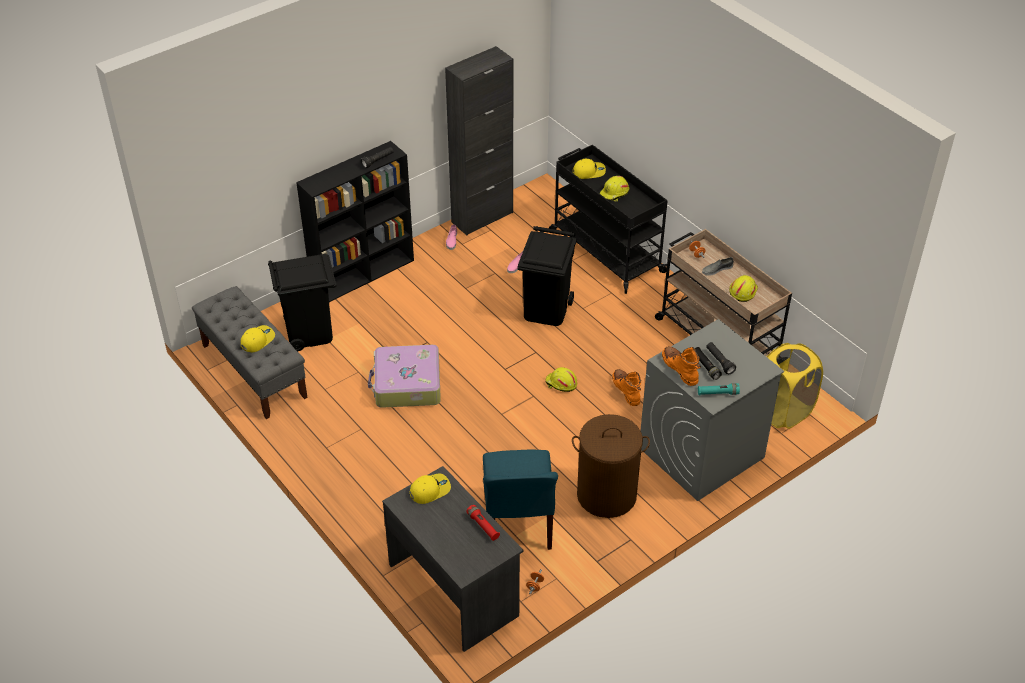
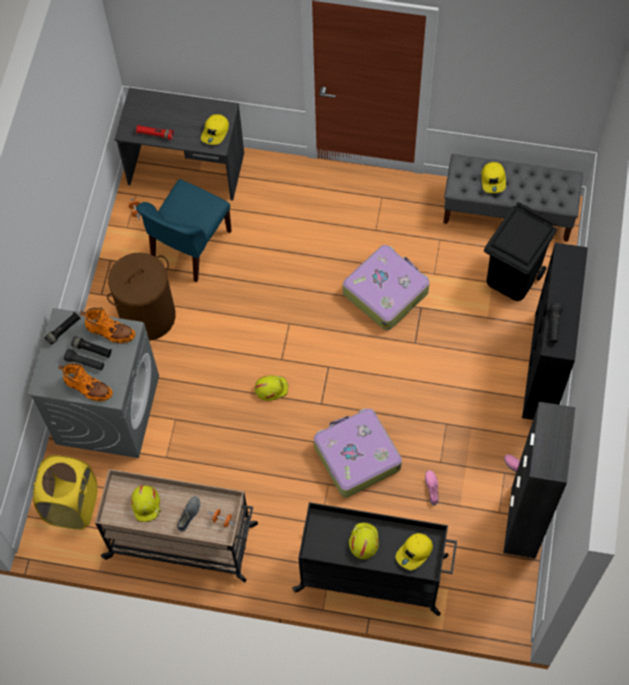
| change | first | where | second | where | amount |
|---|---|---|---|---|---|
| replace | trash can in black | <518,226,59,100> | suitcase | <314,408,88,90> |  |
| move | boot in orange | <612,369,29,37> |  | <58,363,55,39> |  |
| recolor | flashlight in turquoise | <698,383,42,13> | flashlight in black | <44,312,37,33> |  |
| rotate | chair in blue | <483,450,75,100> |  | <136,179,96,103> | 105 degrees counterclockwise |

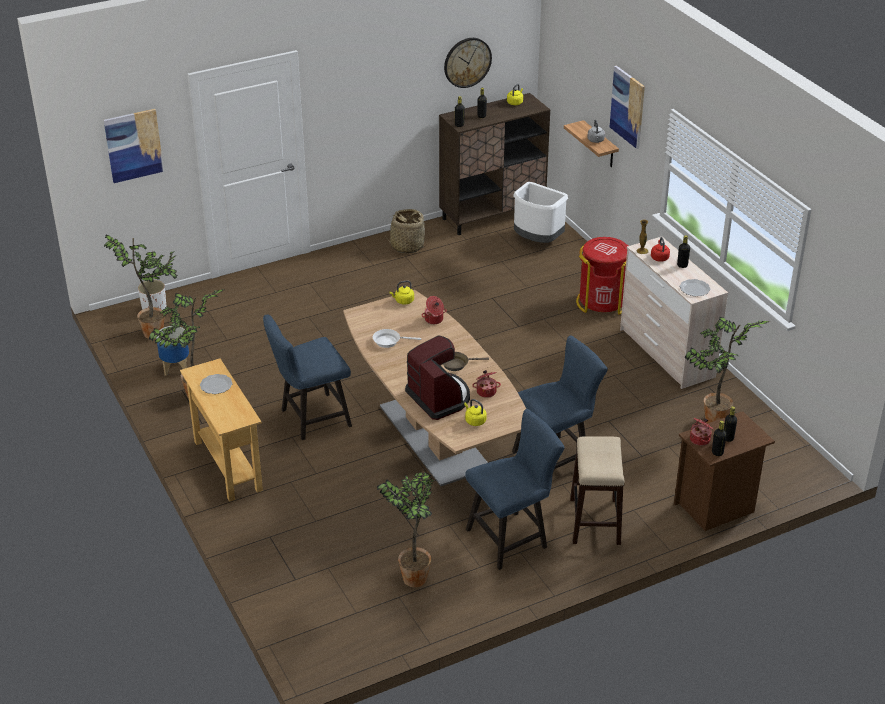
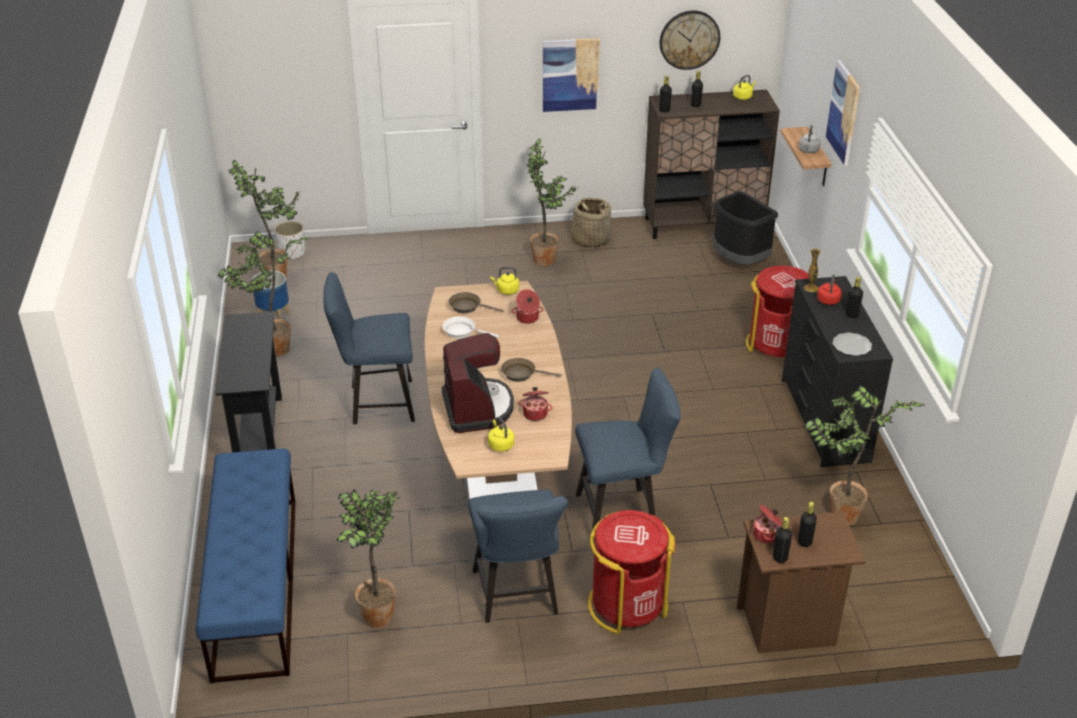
| change | first | where | second | where | amount |
|---|---|---|---|---|---|
| move | picture | <104,109,60,74> |  | <543,38,57,74> |  |
| recolor | trash can in white | <513,182,55,61> | trash can in black | <713,191,65,74> |  |
| recolor | dresser in beige | <620,237,108,152> | dresser in black | <782,276,111,191> |  |
| recolor | console table in beige | <180,358,83,144> | console table in black | <216,311,66,142> |  |
| delete | plate | <200,374,33,20> |  |  |  |
| rotate | chair in blue | <465,409,100,161> |  | <469,490,99,133> | 90 degrees clockwise |
| replace | stool | <570,436,55,109> | trash can in red | <588,510,88,124> |  |
| insert |  |  | potted plant | <526,138,54,128> |  |
| insert |  |  | frying pan in brown | <449,292,55,21> |  |
| insert |  |  | bench in blue | <196,449,100,234> |  |

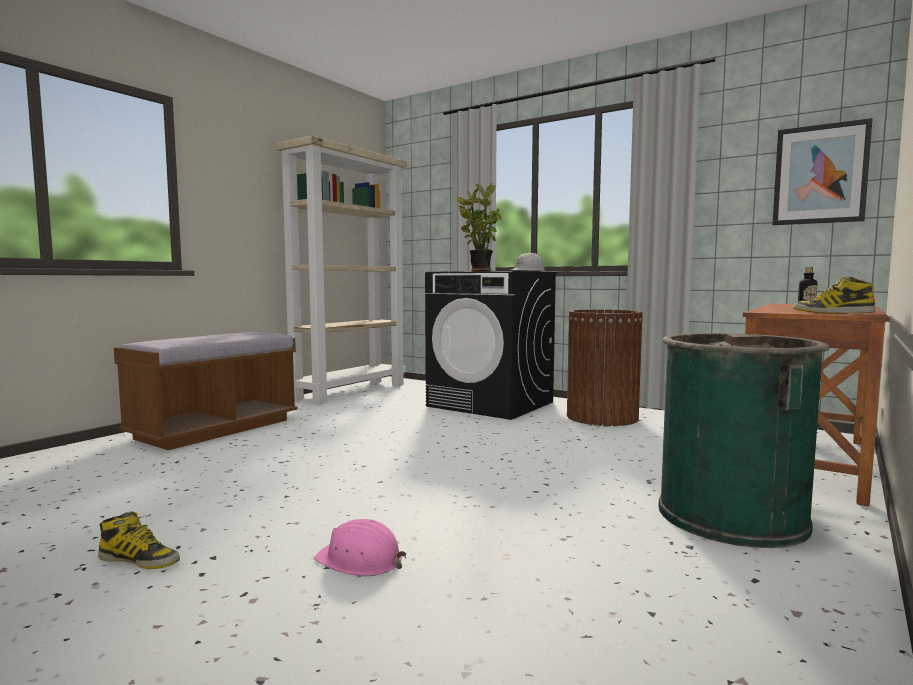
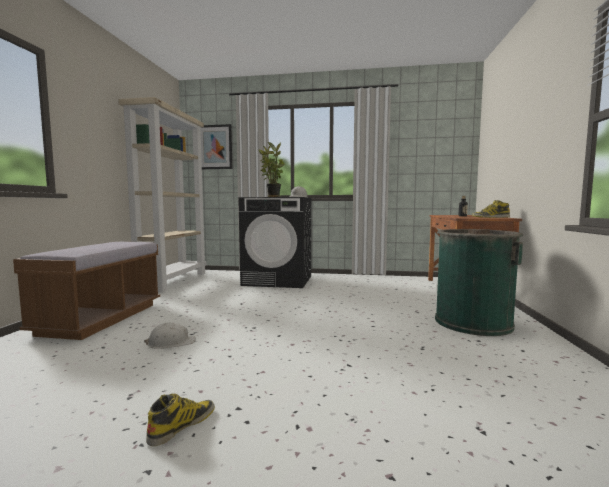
| change | first | where | second | where | amount |
|---|---|---|---|---|---|
| move | picture | <772,118,101,107> |  | <201,124,31,45> |  |
| delete | trash can in brown | <567,309,76,117> |  |  |  |
| rotate | boot | <98,511,82,58> |  | <146,394,69,52> | 45 degrees counterclockwise |
| delete | hard hat in pink | <314,519,92,57> |  |  |  |
| insert |  |  | hard hat in white | <144,322,52,27> |  |

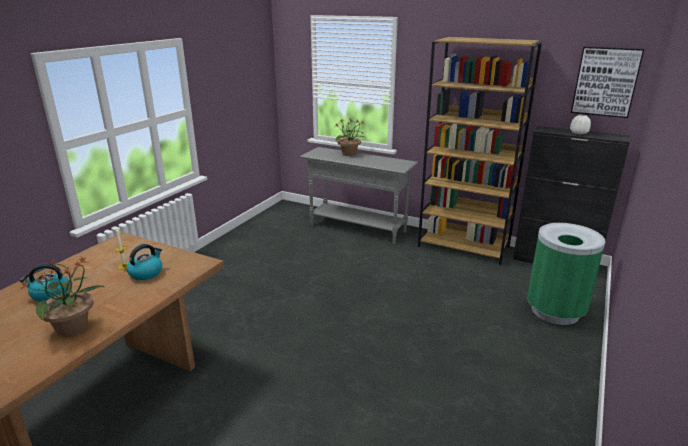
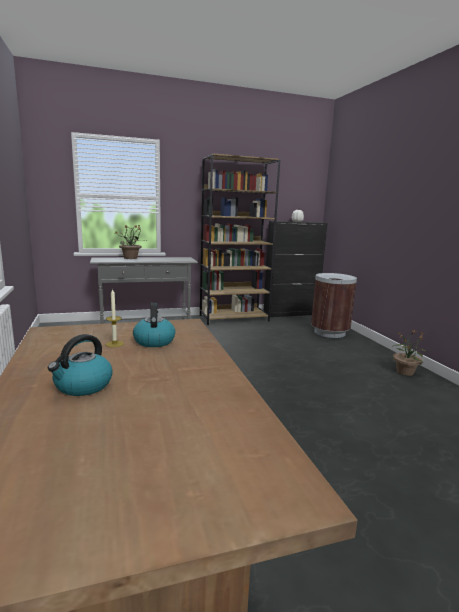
| change | first | where | second | where | amount |
|---|---|---|---|---|---|
| delete | picture | <571,47,73,71> |  |  |  |
| recolor | trash can in green | <527,223,78,102> | trash can in brown | <311,273,46,65> |  |
| move | potted plant | <20,256,84,80> |  | <392,330,33,46> |  |

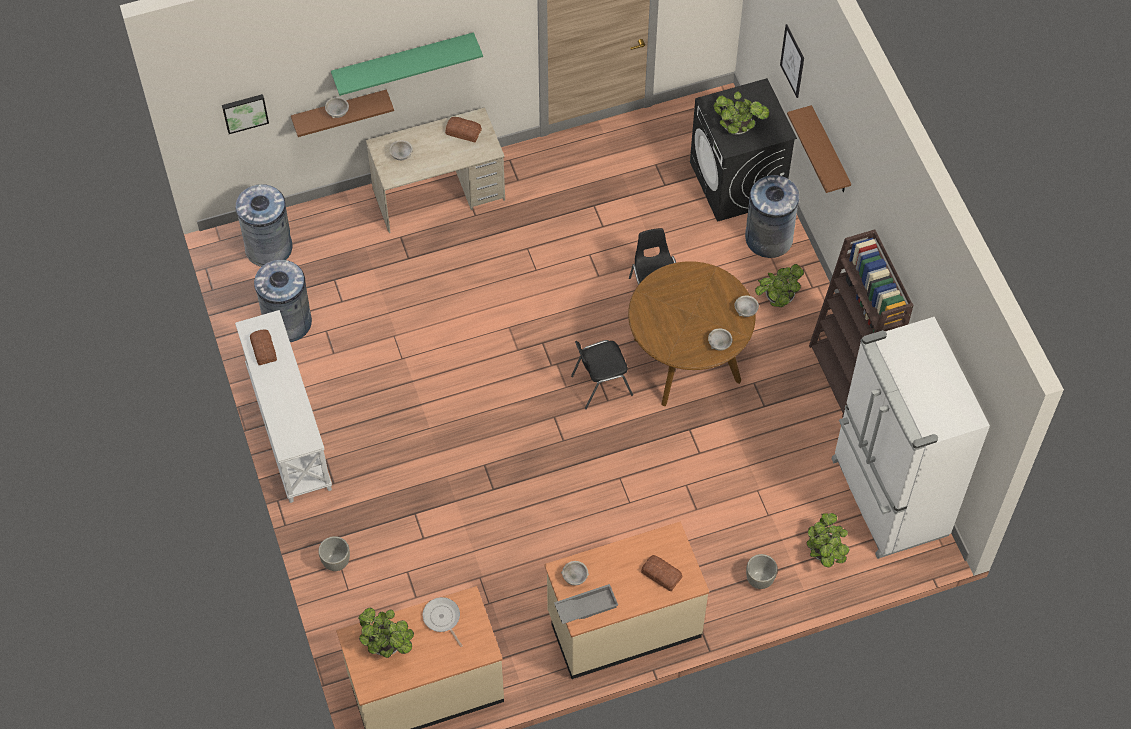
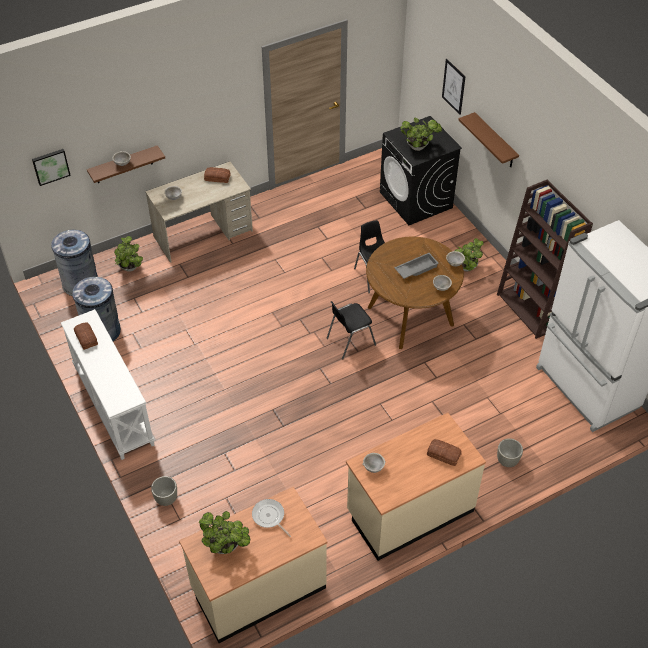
| change | first | where | second | where | amount |
|---|---|---|---|---|---|
| delete | shelf in green | <331,32,152,64> |  |  |  |
| delete | trash can in grey | <745,175,54,83> |  |  |  |
| move | potted plant | <807,513,43,54> |  | <114,236,29,36> |  |
| move | tray in grey | <554,584,64,40> |  | <394,253,45,26> |  |

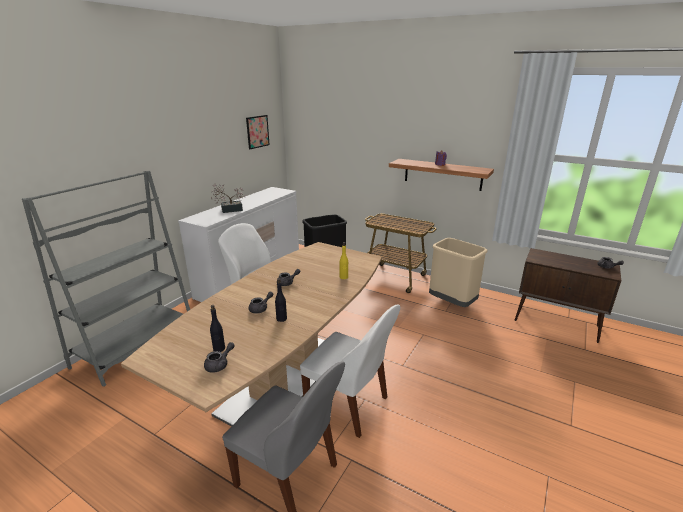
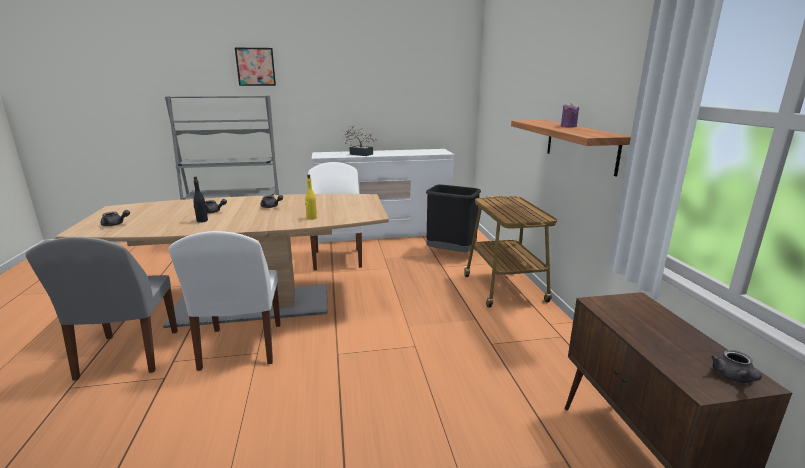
| change | first | where | second | where | amount |
|---|---|---|---|---|---|
| move | picture | <246,115,24,34> |  | <235,48,41,38> |  |
| delete | trash can in beige | <429,238,58,69> |  |  |  |
| delete | bottle in black | <210,305,15,47> |  |  |  |

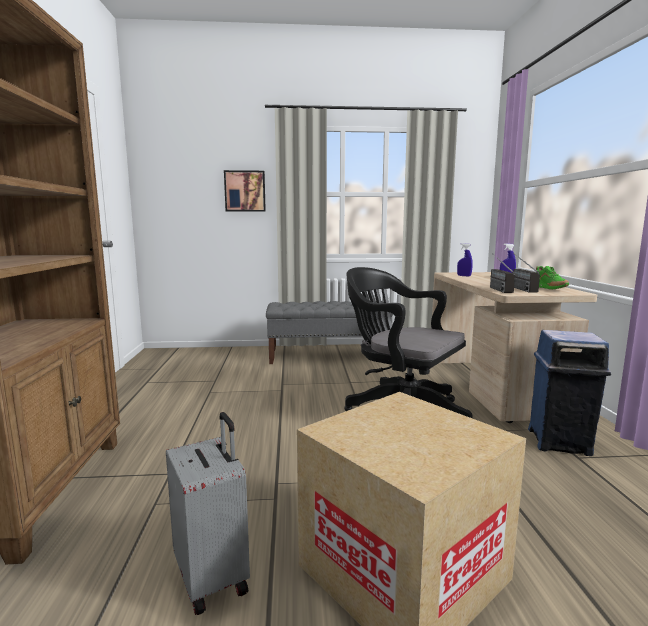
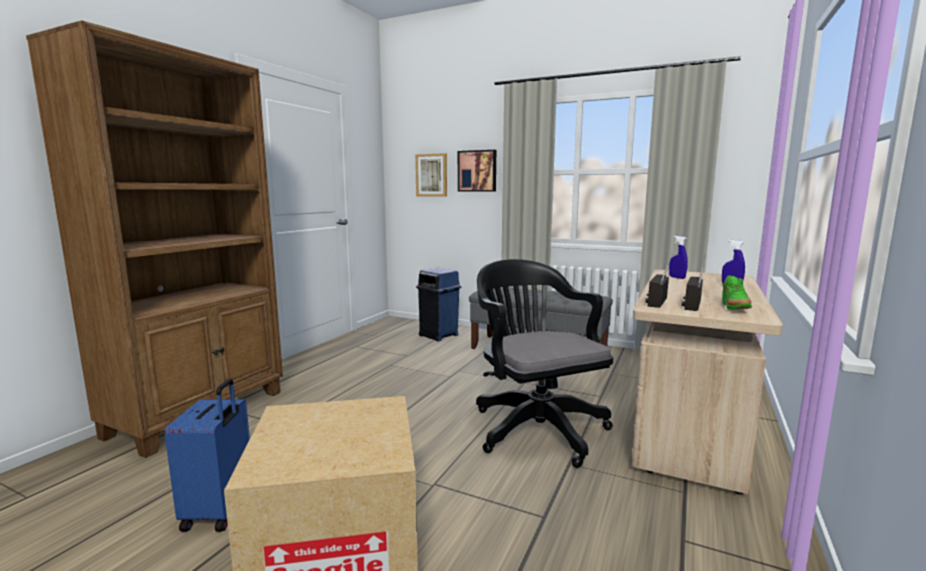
| change | first | where | second | where | amount |
|---|---|---|---|---|---|
| move | trash can in blue | <528,330,83,126> |  | <416,268,45,73> |  |
| recolor | suitcase in grey | <166,412,84,203> | suitcase in blue | <164,378,86,154> |  |
| insert |  |  | picture | <415,153,32,44> |  |

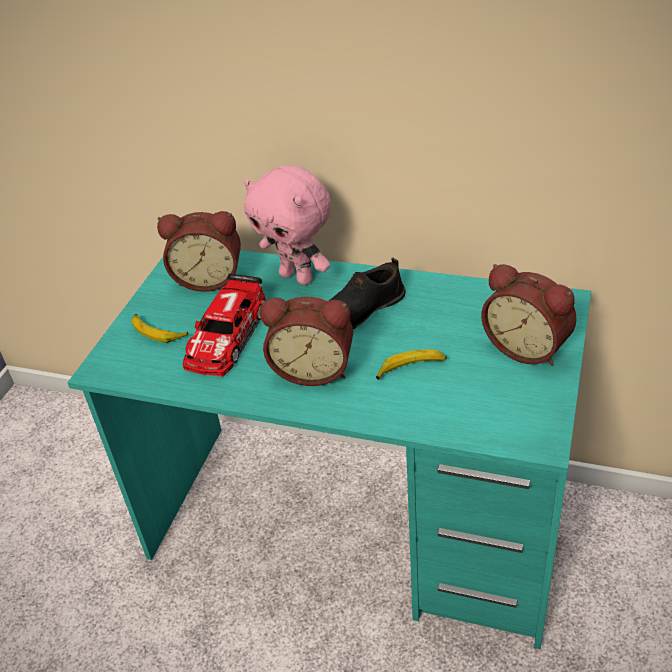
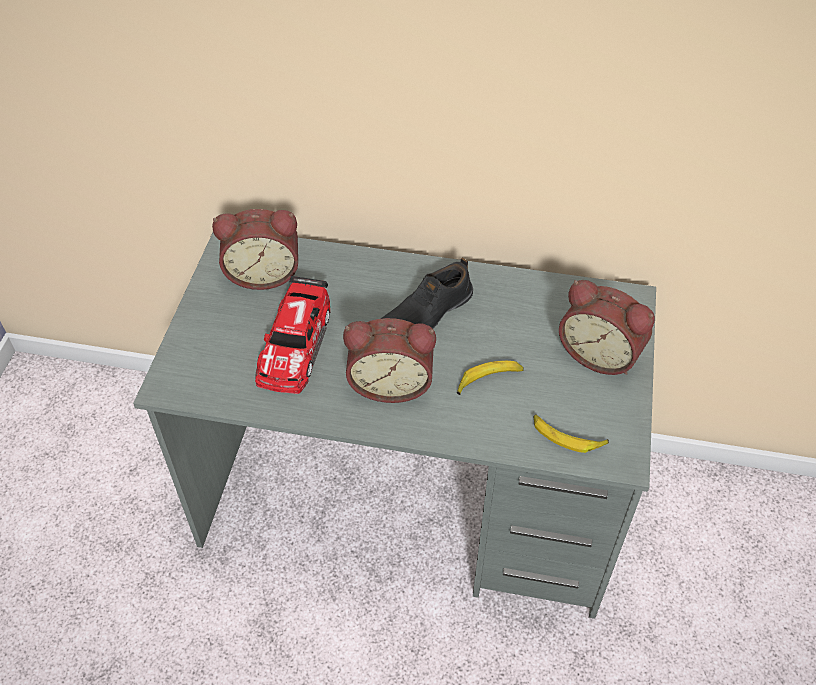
| change | first | where | second | where | amount |
|---|---|---|---|---|---|
| delete | plush toy in pink | <244,165,87,120> |  |  |  |
| recolor | desk in turquoise | <67,250,524,399> | desk in grey | <133,233,523,386> |  |
| move | banana | <131,314,57,29> |  | <533,414,76,39> |  |

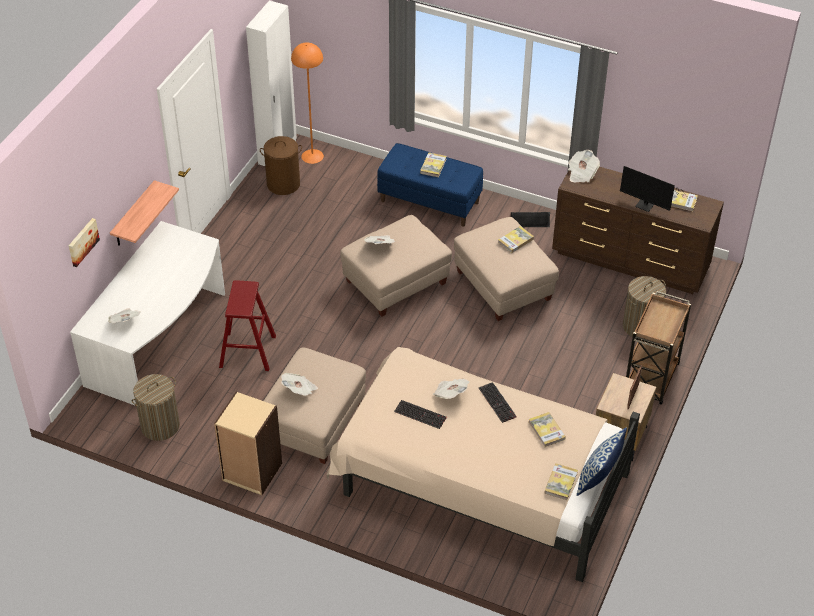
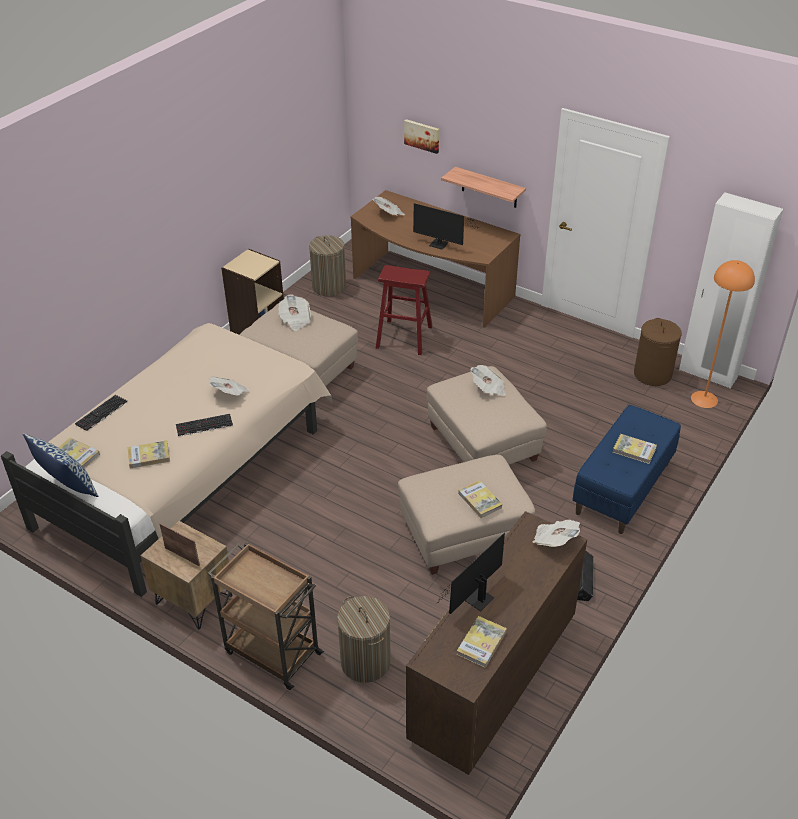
| change | first | where | second | where | amount |
|---|---|---|---|---|---|
| recolor | desk in white | <70,221,155,185> | desk in brown | <351,190,170,138> |  |
| move | keyboard | <394,400,53,29> |  | <75,395,52,36> |  |
| insert |  |  | monitor | <413,203,60,47> |  |

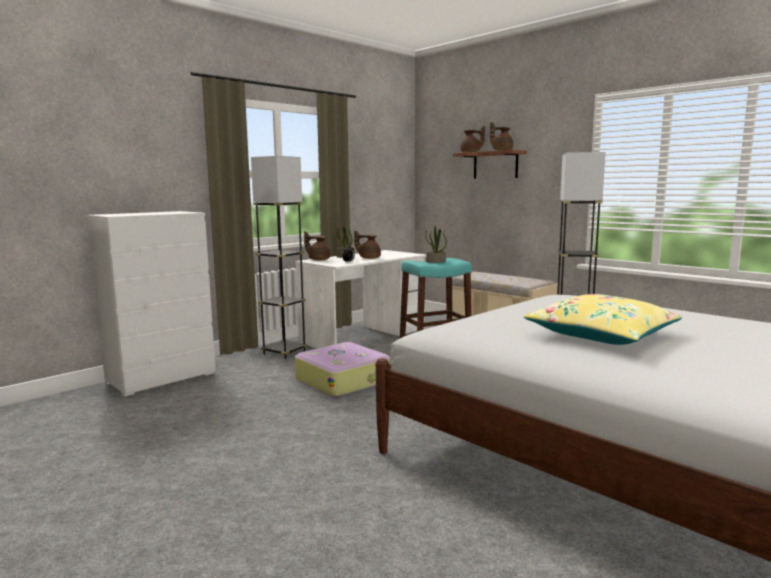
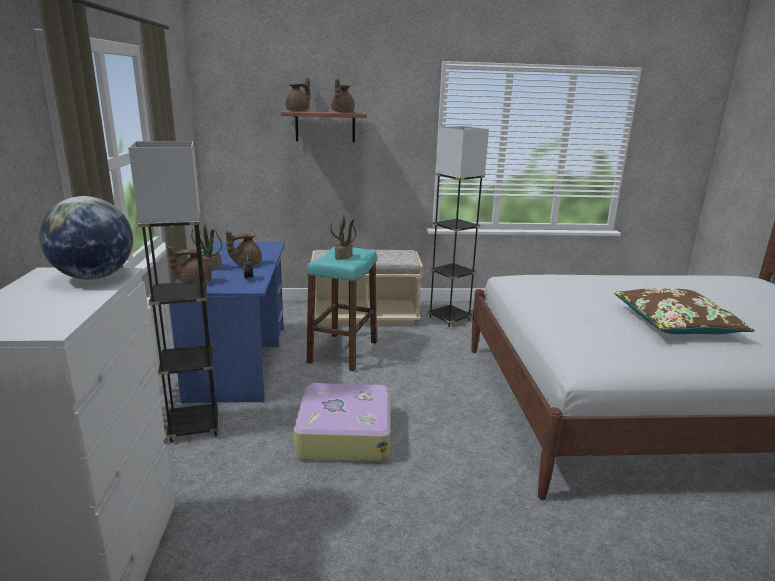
| change | first | where | second | where | amount |
|---|---|---|---|---|---|
| recolor | desk in white | <295,250,131,99> | desk in blue | <169,242,116,162> |  |
| recolor | pillow in yellow | <524,294,158,51> | pillow in brown | <614,288,141,46> |  |
| insert |  |  | globe | <39,196,94,84> |  |

